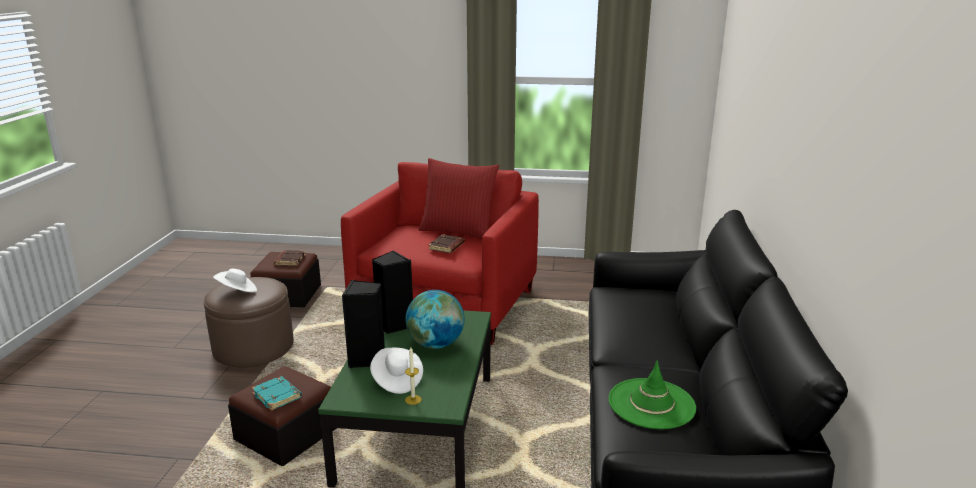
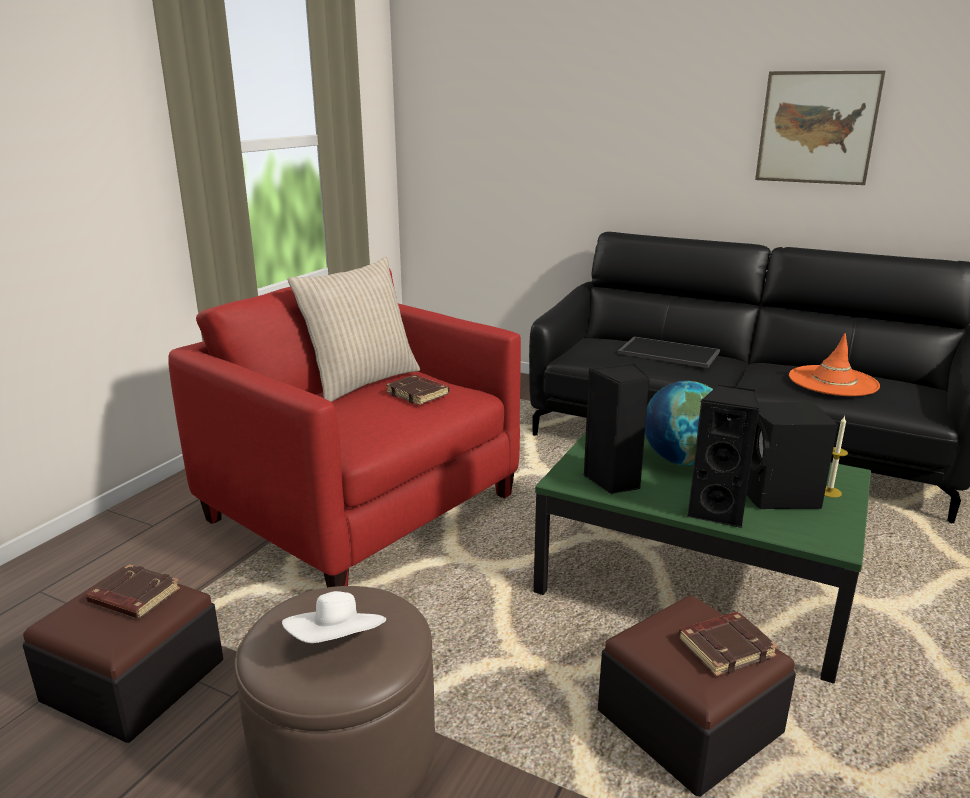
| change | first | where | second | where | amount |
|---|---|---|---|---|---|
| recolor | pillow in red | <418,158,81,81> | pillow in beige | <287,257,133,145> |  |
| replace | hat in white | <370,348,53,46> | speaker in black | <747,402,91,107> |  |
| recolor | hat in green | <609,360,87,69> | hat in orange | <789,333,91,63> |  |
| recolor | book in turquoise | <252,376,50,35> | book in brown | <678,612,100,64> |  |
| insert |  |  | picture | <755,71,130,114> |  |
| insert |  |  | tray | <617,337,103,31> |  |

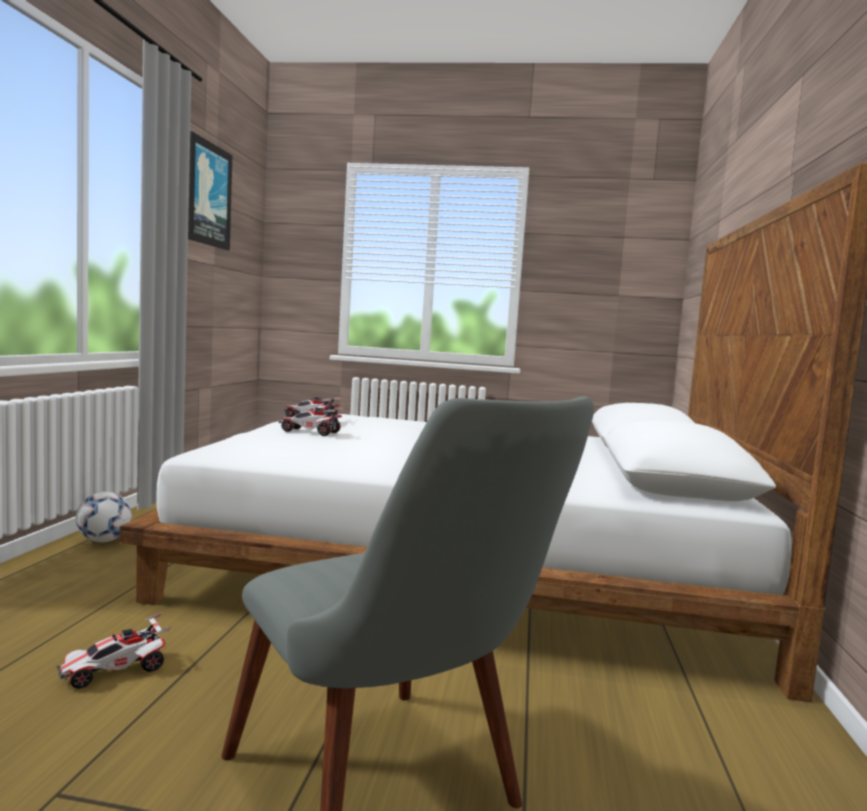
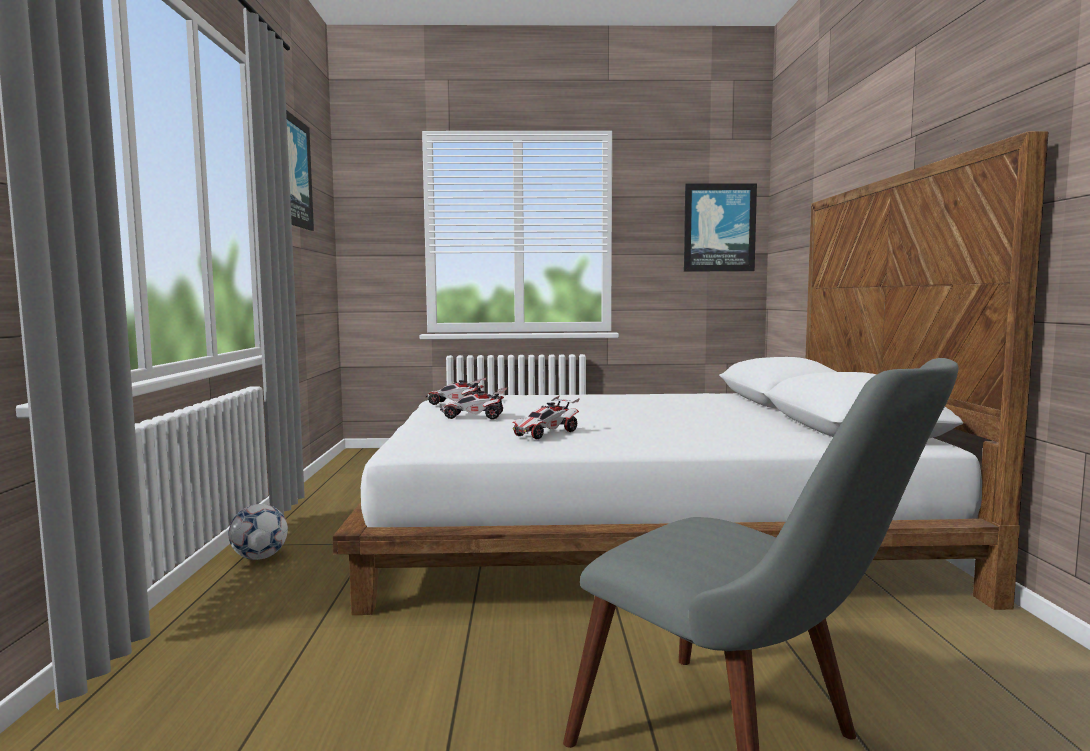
| change | first | where | second | where | amount |
|---|---|---|---|---|---|
| move | toy car | <56,612,115,77> |  | <513,396,67,43> |  |
| insert |  |  | picture | <684,183,73,89> |  |

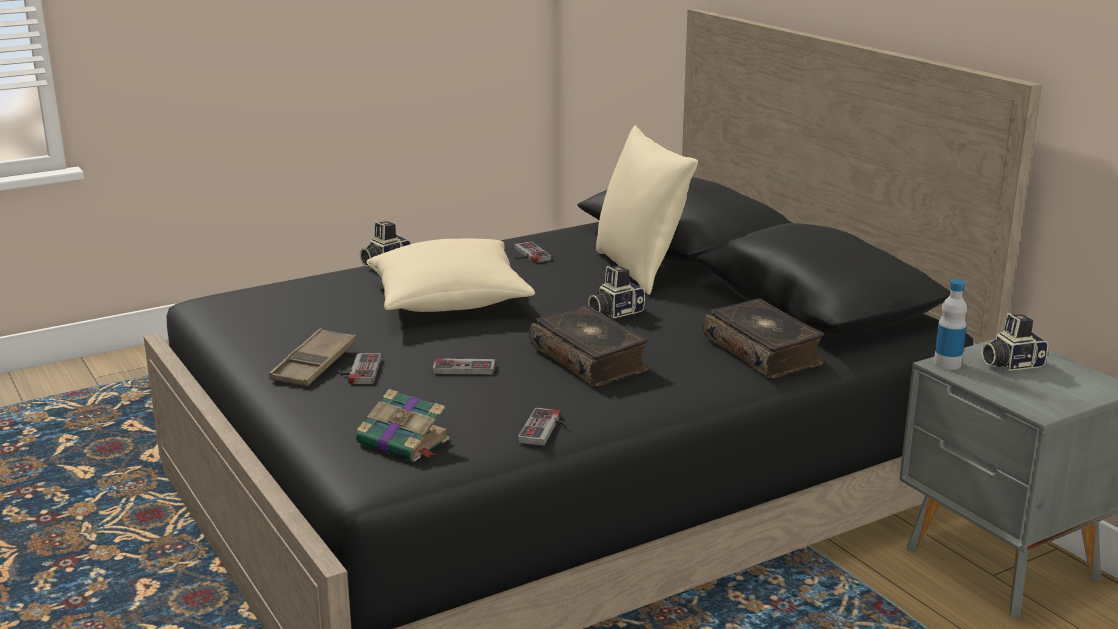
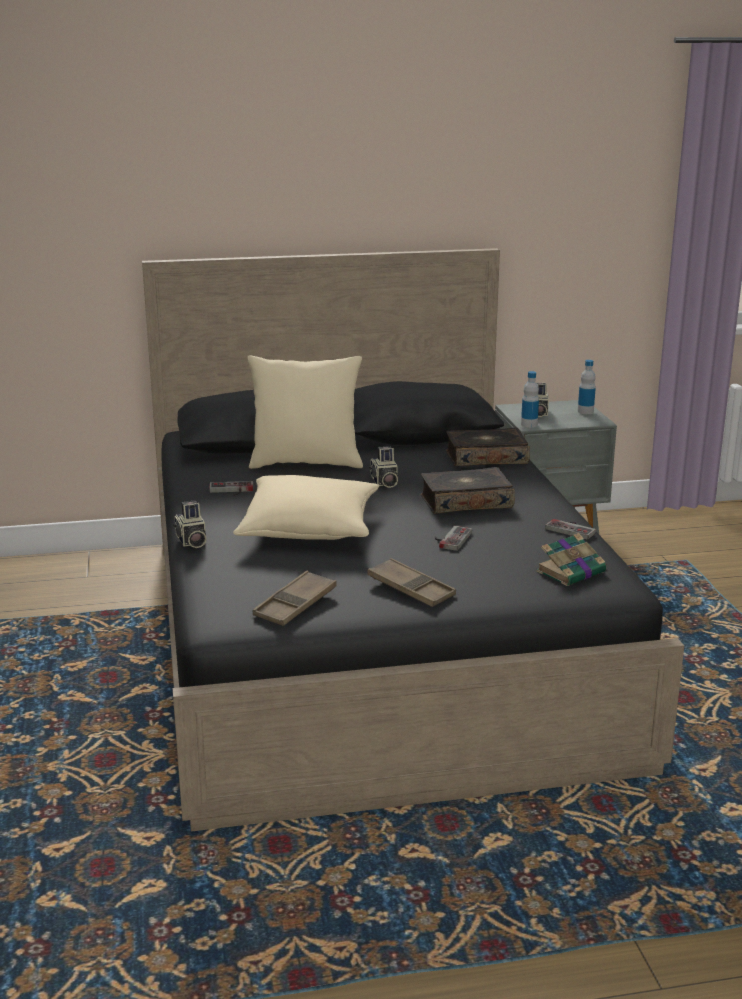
| change | first | where | second | where | amount |
|---|---|---|---|---|---|
| delete | game controller | <337,353,44,31> |  |  |  |
| insert |  |  | bottle | <578,360,18,54> |  |
| insert |  |  | tray in brown | <253,571,84,55> |  |

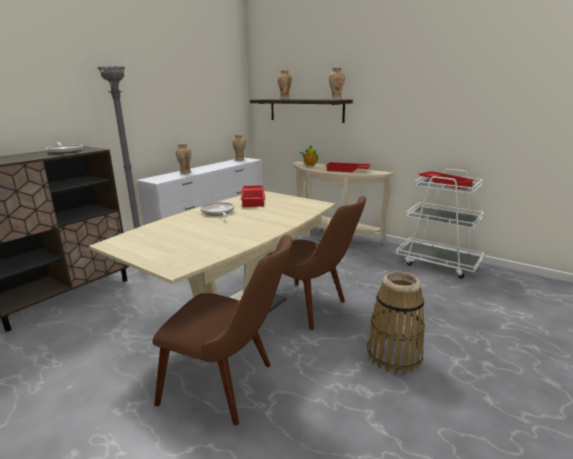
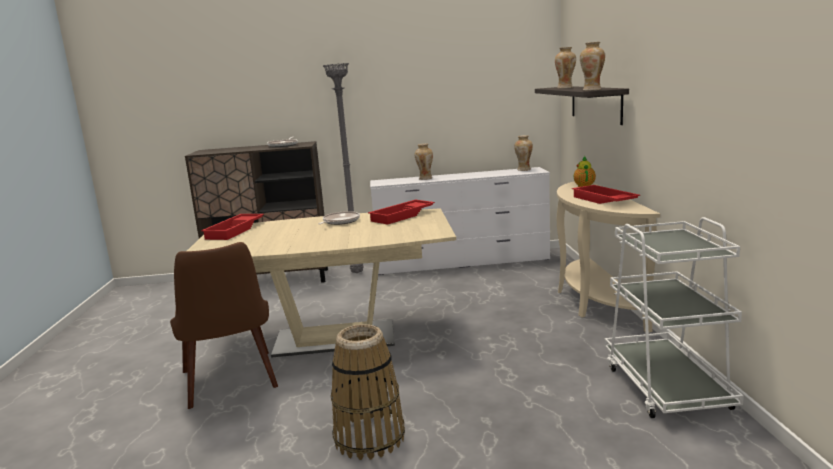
| change | first | where | second | where | amount |
|---|---|---|---|---|---|
| move | tray in red | <418,171,56,18> |  | <201,214,63,26> |  |
| delete | chair in brown | <267,196,99,134> |  |  |  |

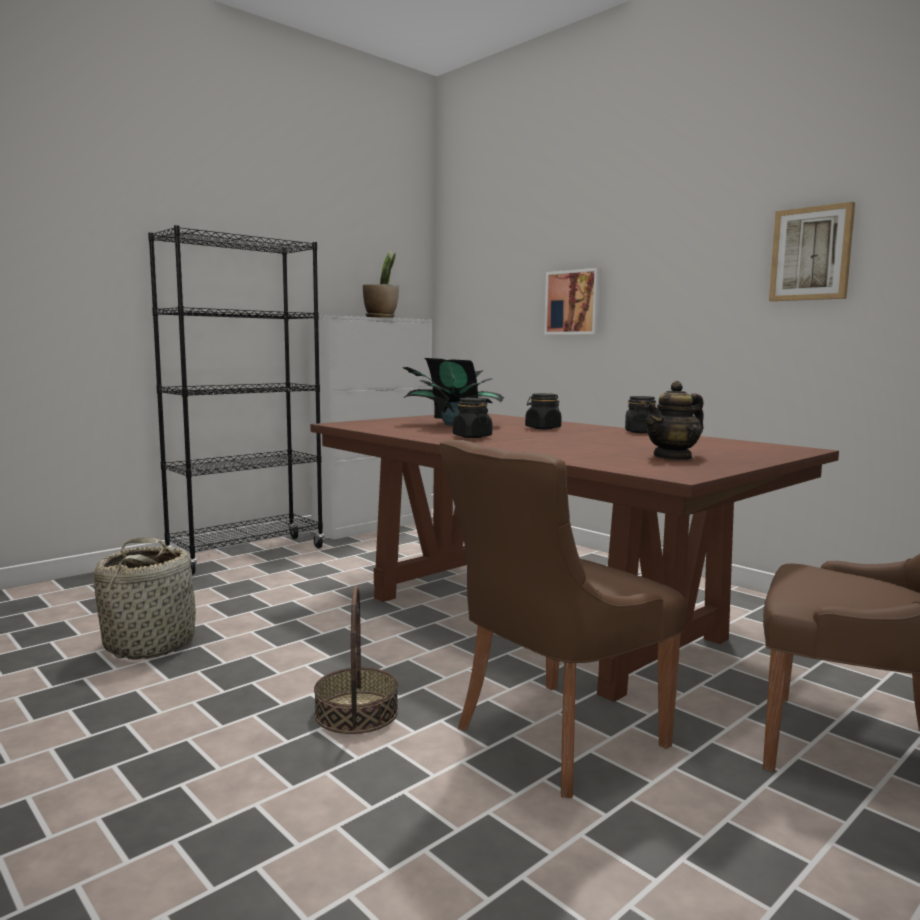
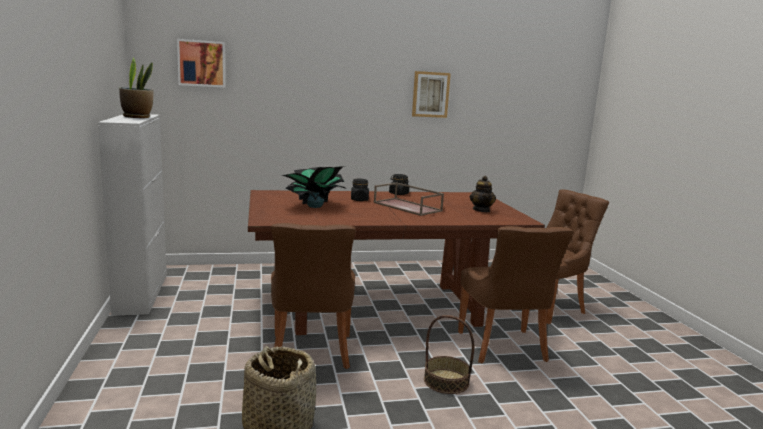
| change | first | where | second | where | amount |
|---|---|---|---|---|---|
| delete | bookcase in black | <148,225,176,350> |  |  |  |
| move | picture | <544,268,58,67> |  | <177,39,48,48> |  |
| delete | jar in black | <453,398,39,40> |  |  |  |
| insert |  |  | tray in brown | <374,182,70,34> |  |
| insert |  |  | chair in brown | <271,223,85,146> |  |

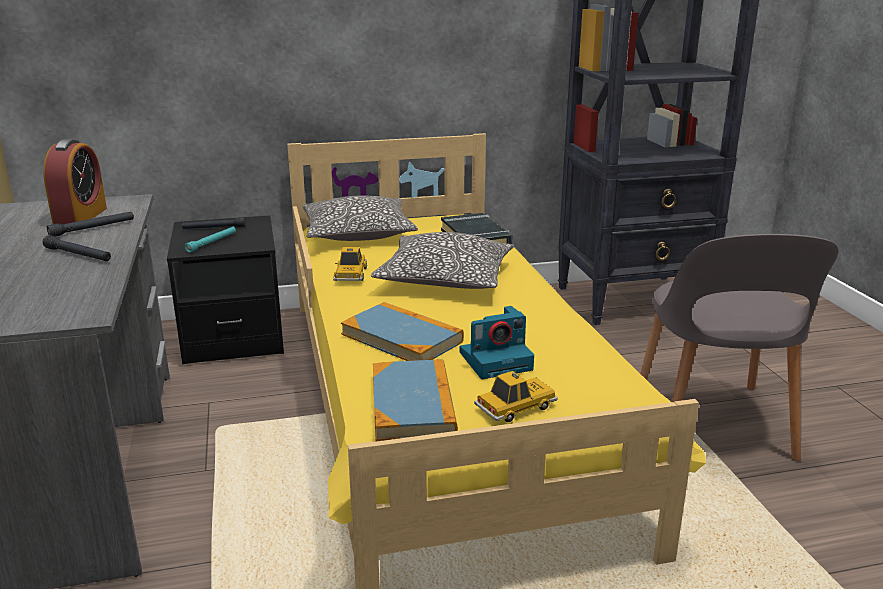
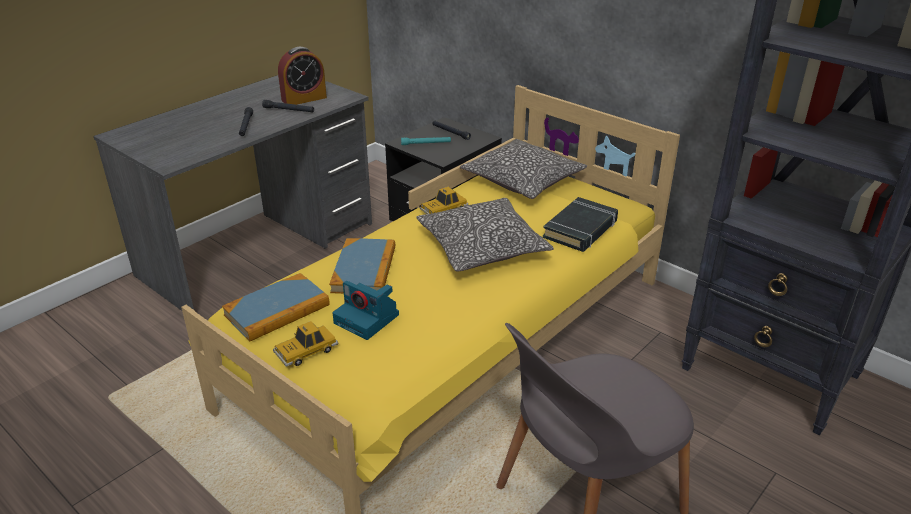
| change | first | where | second | where | amount |
|---|---|---|---|---|---|
| rotate | toy car | <474,371,84,51> |  | <273,321,66,45> | 120 degrees clockwise |

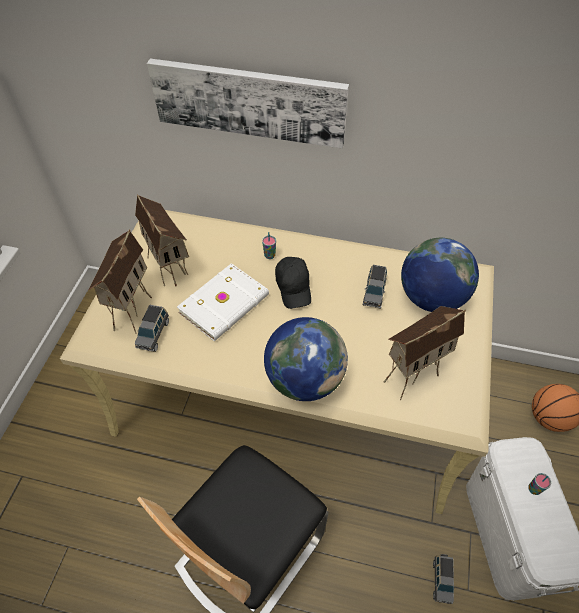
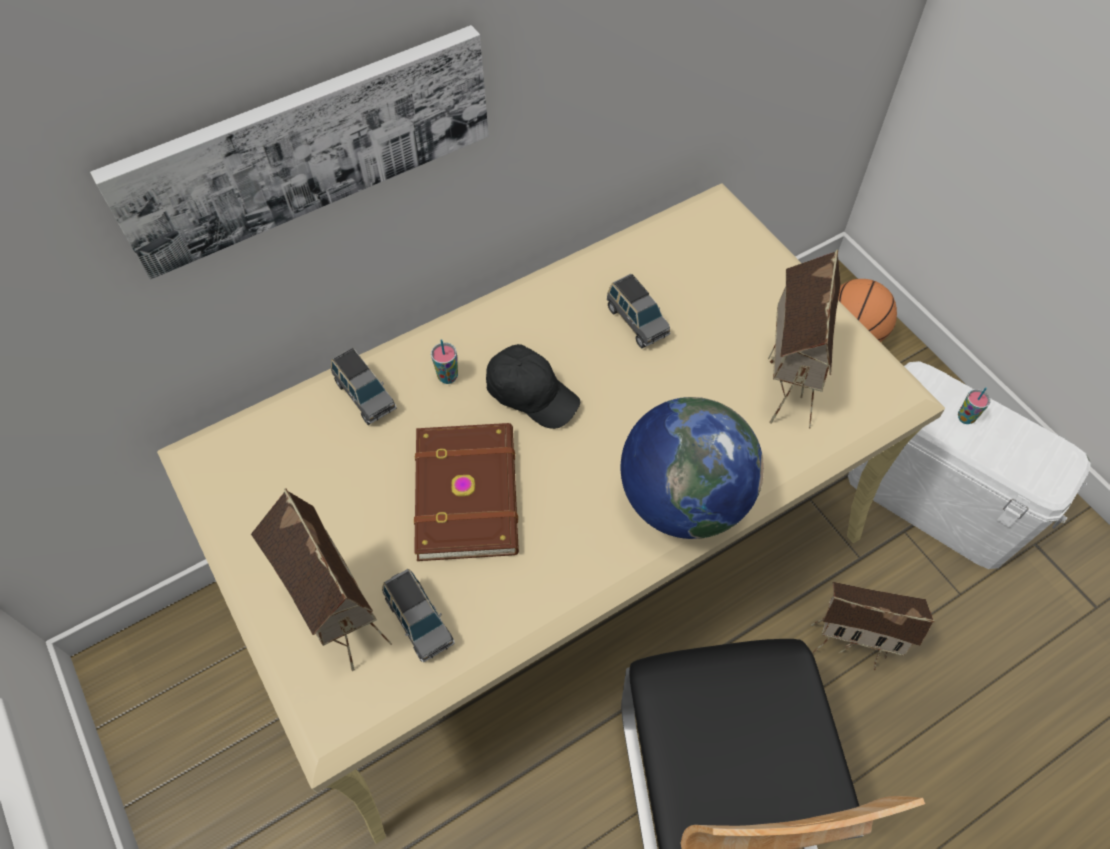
| change | first | where | second | where | amount |
|---|---|---|---|---|---|
| move | toy house | <135,194,54,92> |  | <811,582,124,88> |  |
| delete | globe | <401,238,78,74> |  |  |  |
| recolor | book in white | <177,263,92,78> | book in brown | <414,423,105,138> |  |
| move | toy car in grey | <433,554,23,50> |  | <331,348,66,77> |  |

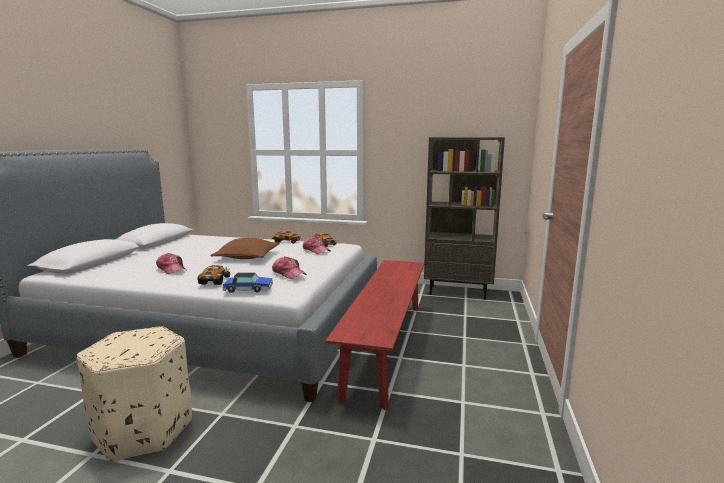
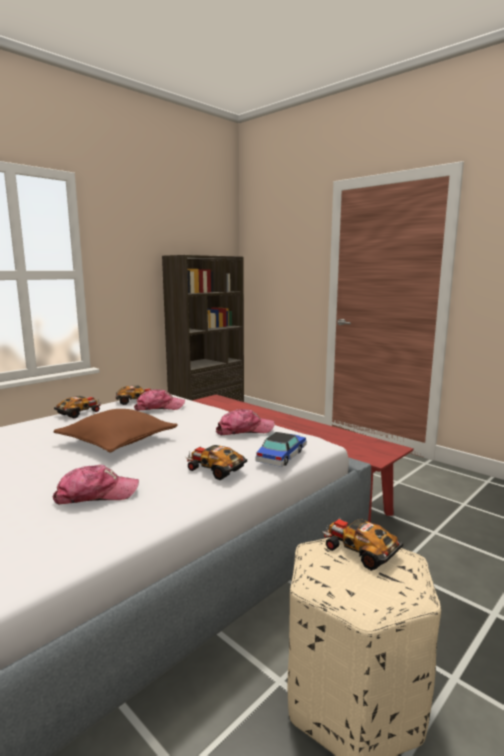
| change | first | where | second | where | amount |
|---|---|---|---|---|---|
| insert |  |  | toy car | <322,517,81,54> |  |

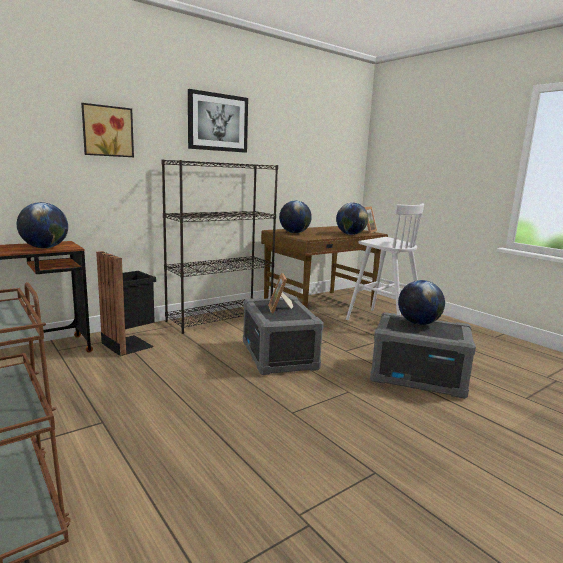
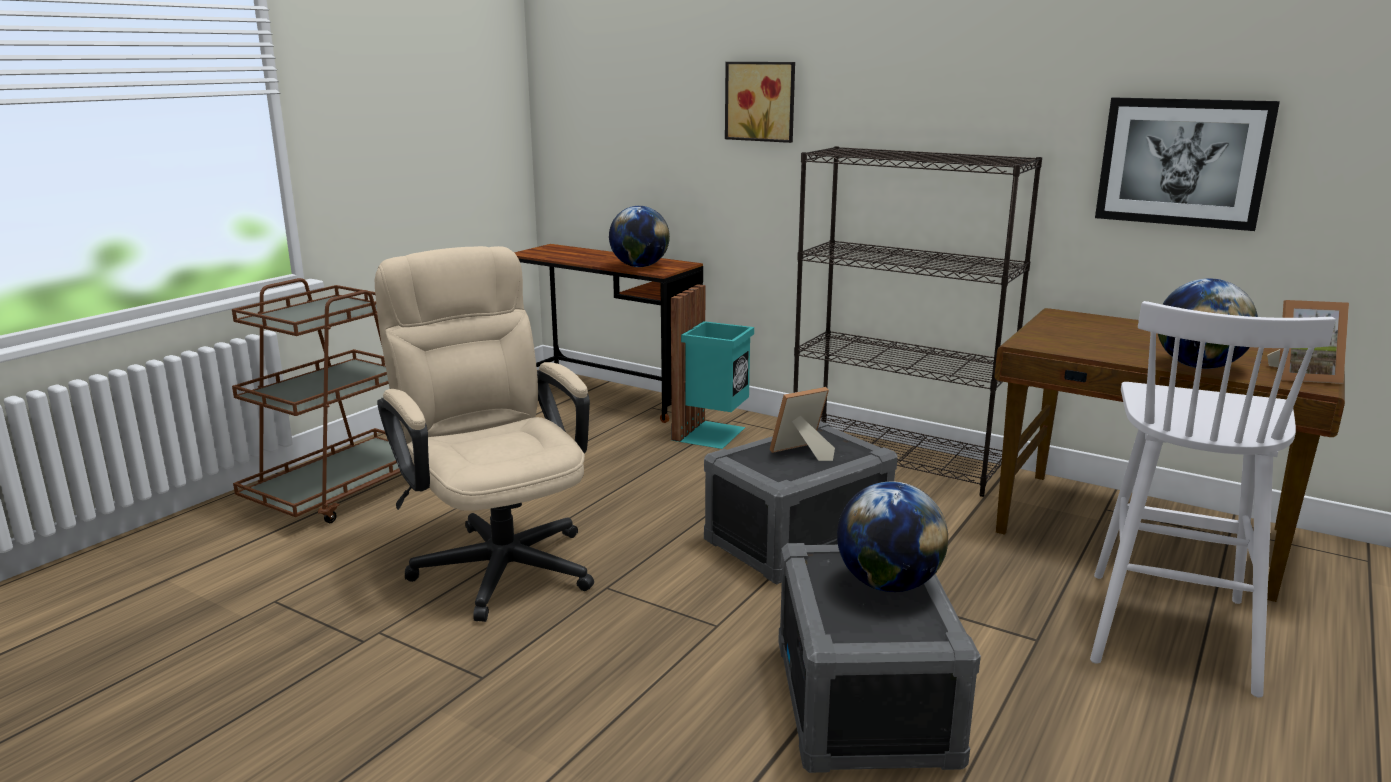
| change | first | where | second | where | amount |
|---|---|---|---|---|---|
| move | picture | <188,89,60,64> |  | <1095,97,185,134> |  |
| delete | globe | <279,201,33,32> |  |  |  |
| recolor | trash can in black | <96,251,60,105> | trash can in turquoise | <671,284,83,165> |  |
| insert |  |  | office chair in beige | <375,246,219,376> |  |

